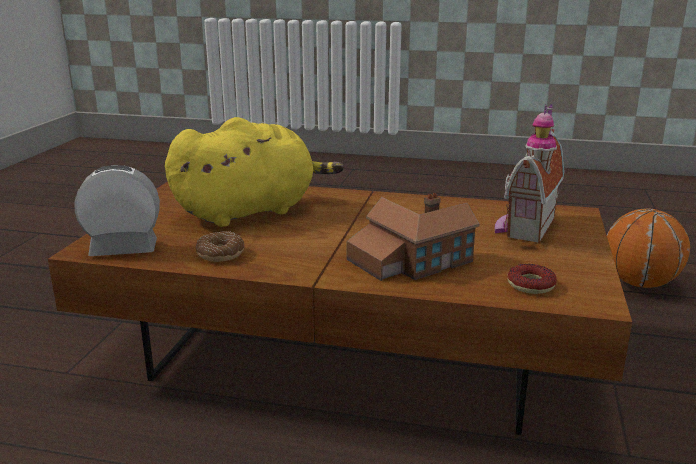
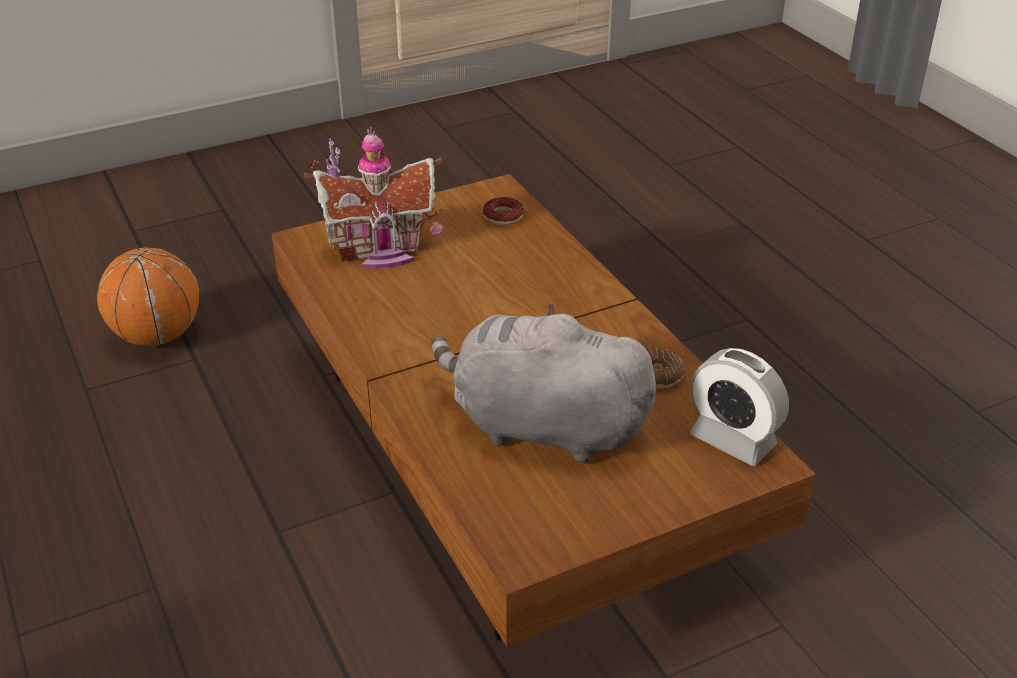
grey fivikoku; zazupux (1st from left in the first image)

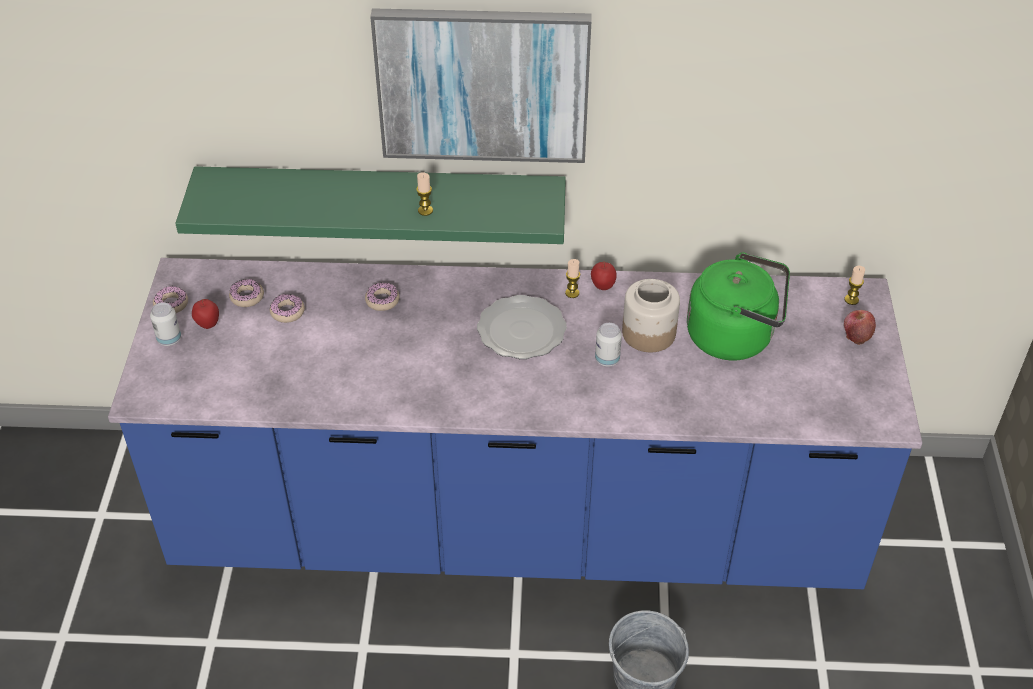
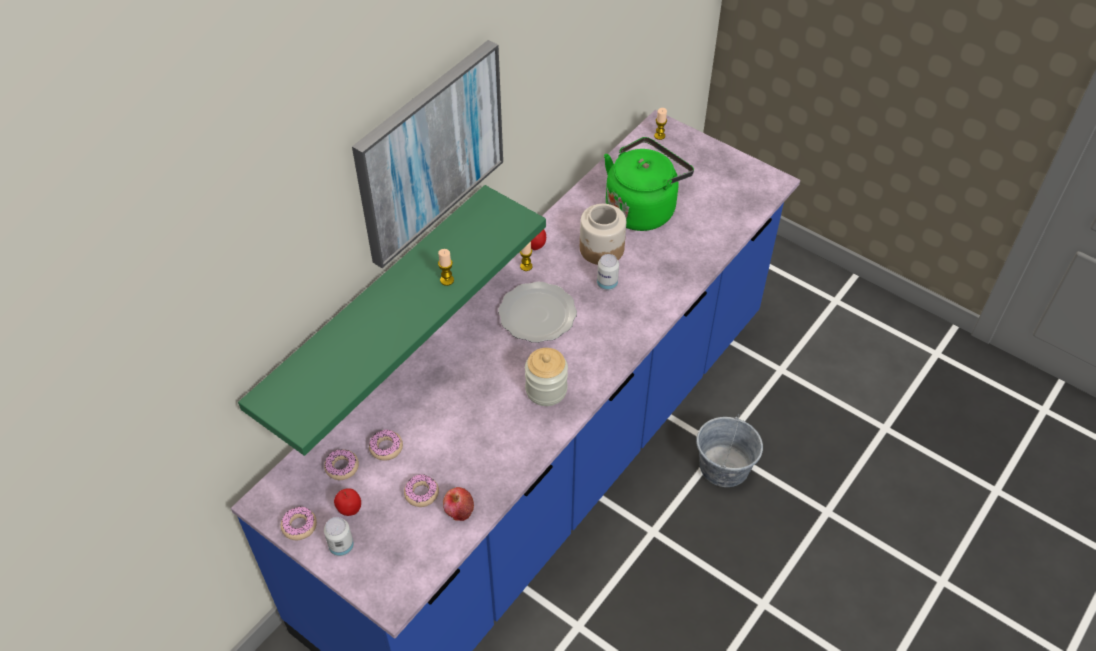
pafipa (4th from left); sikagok (2nd from left); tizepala (1st from left)

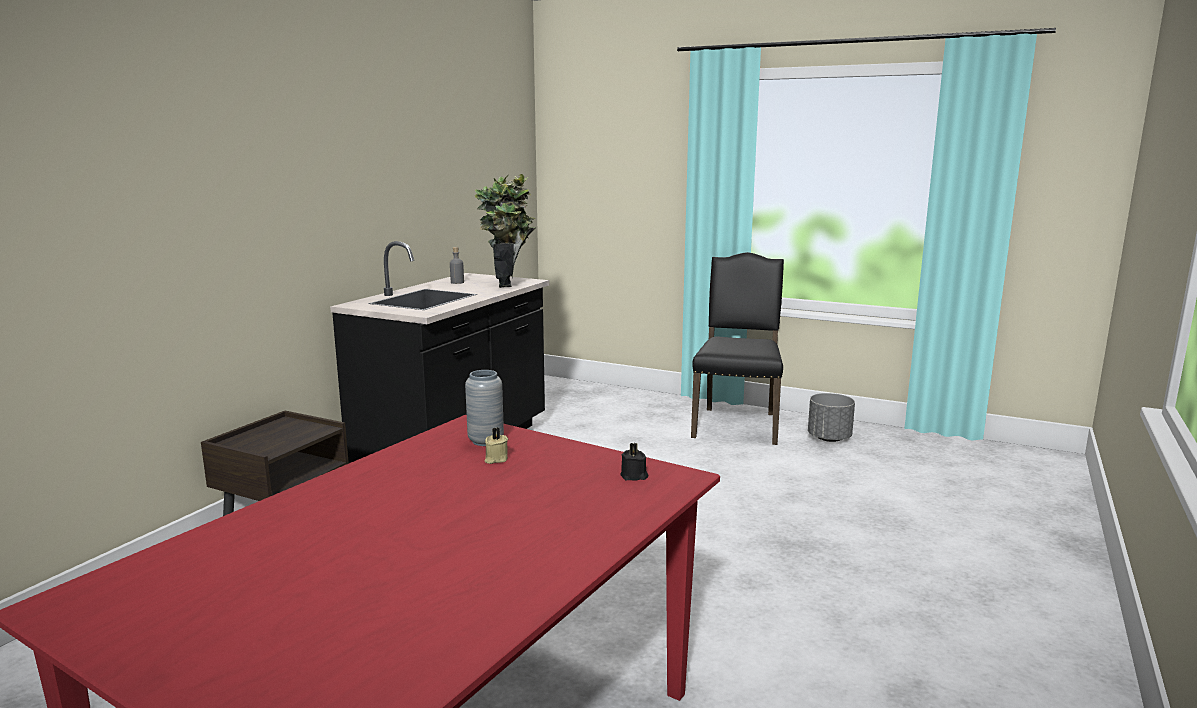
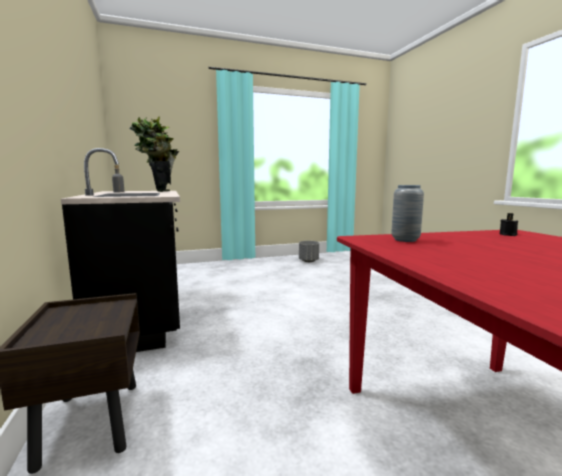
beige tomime; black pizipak

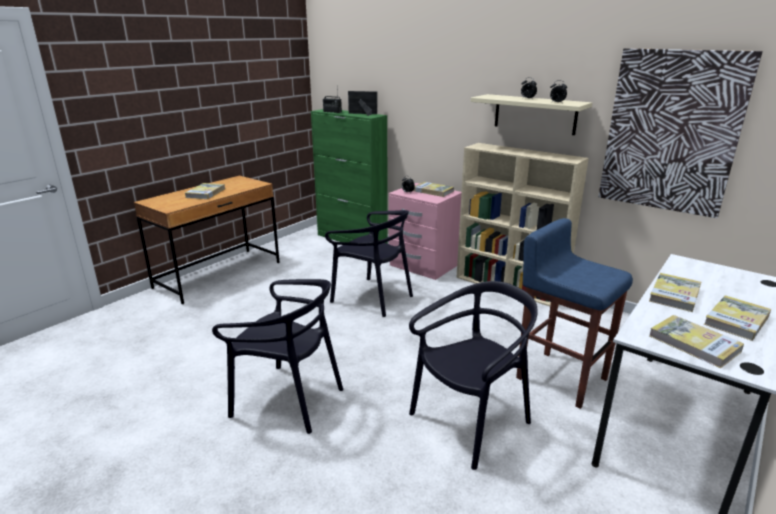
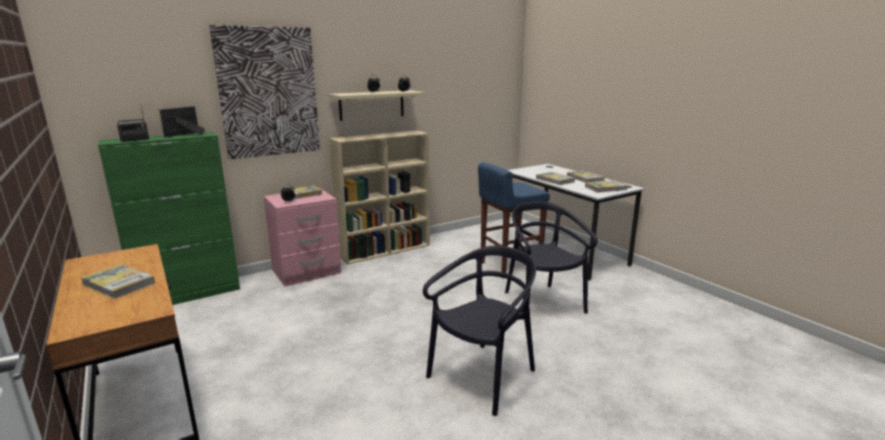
black pizipak (2nd from left in the first image); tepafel

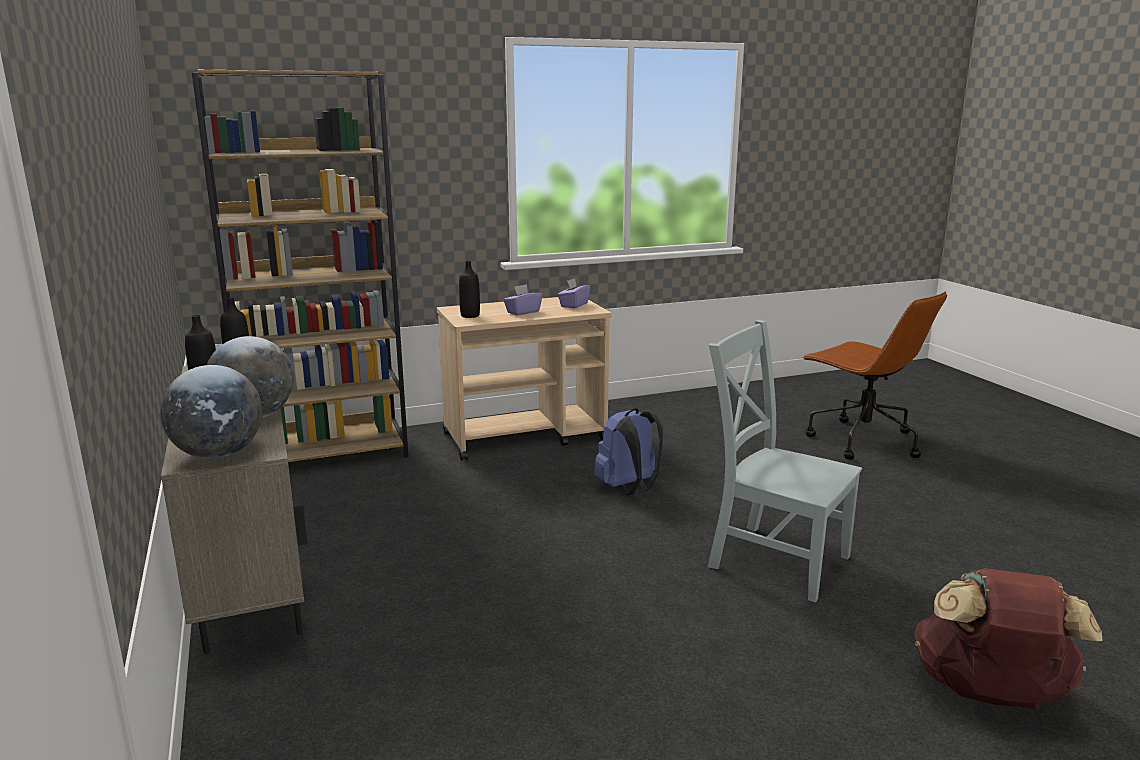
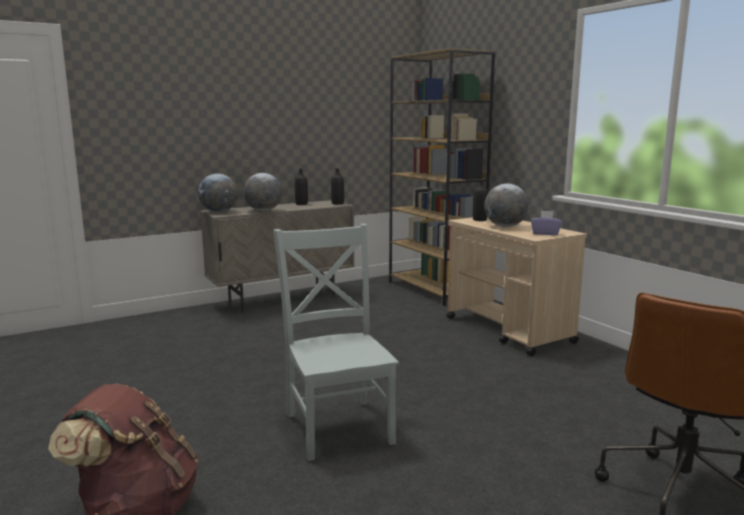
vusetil (3rd from left); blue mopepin; grey pizipak

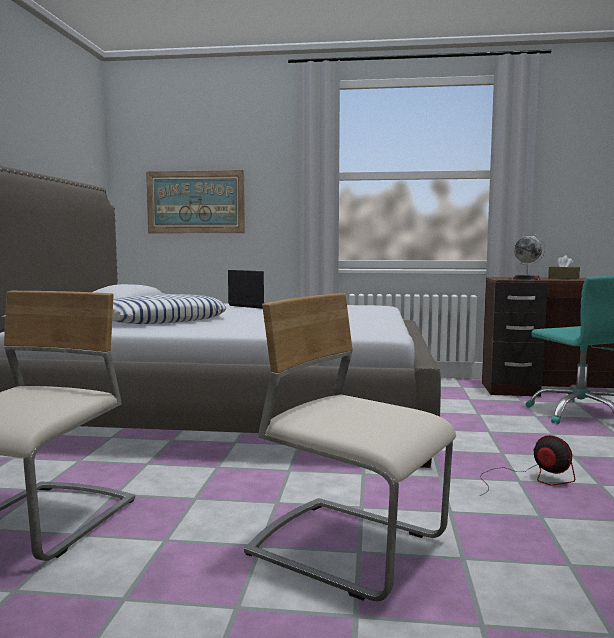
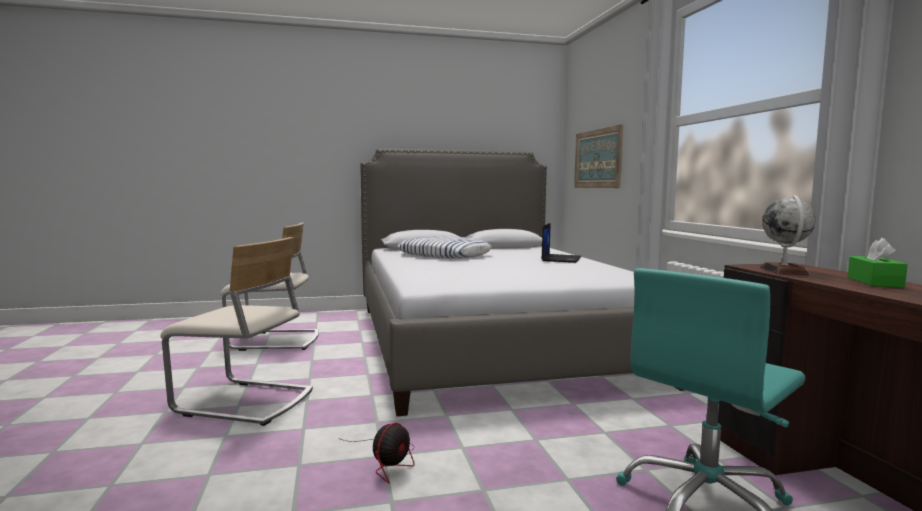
beige pizipak (1st from left); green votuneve

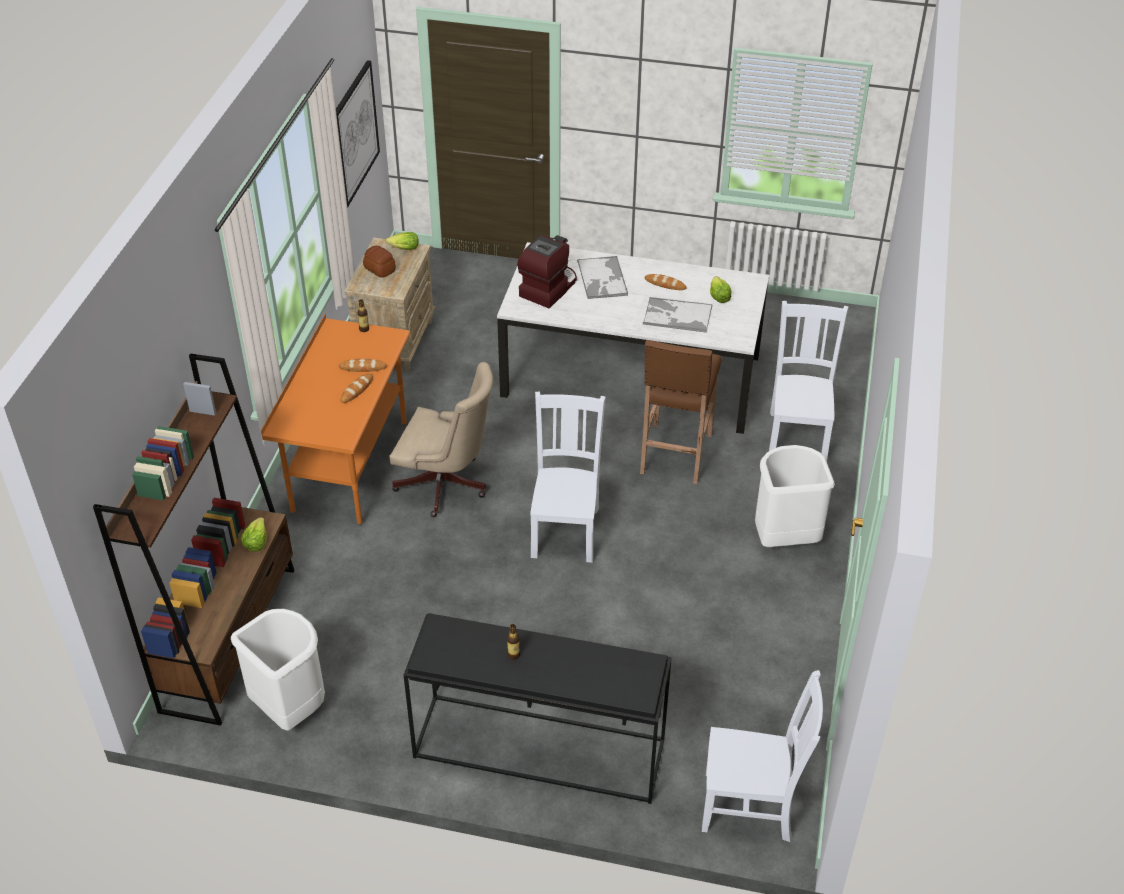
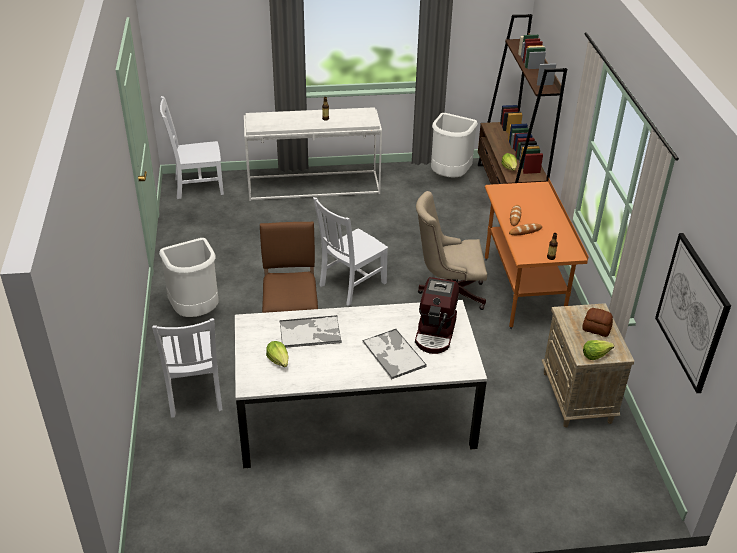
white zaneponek; white pizipak (3rd from left); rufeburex (4th from left in the first image)

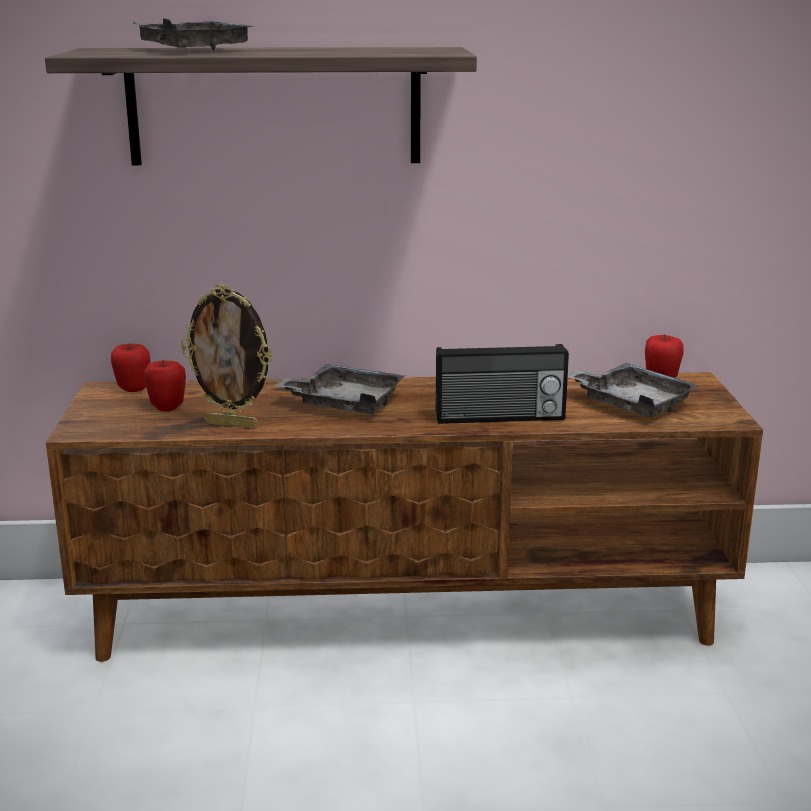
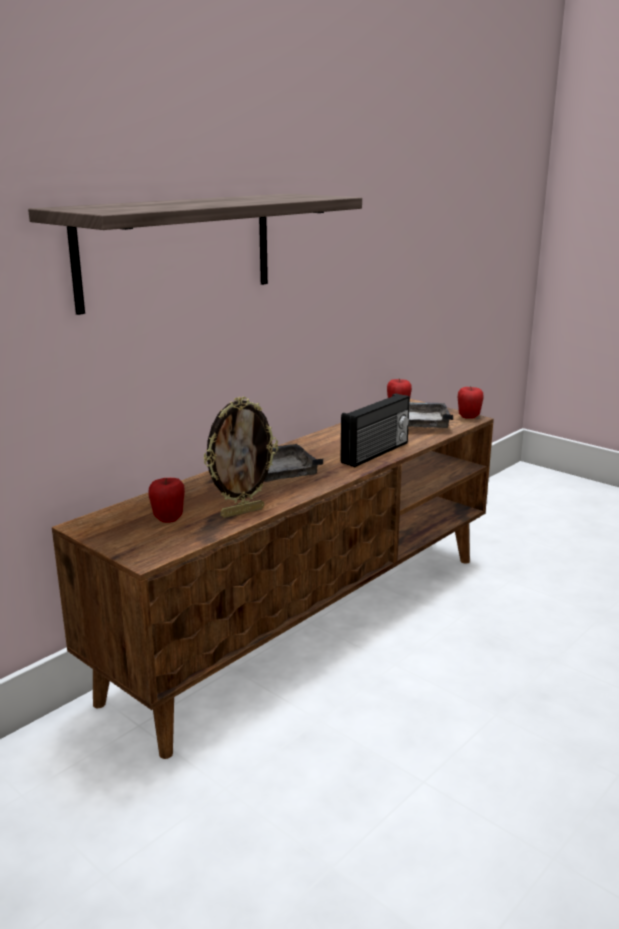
sikagok (3rd from left); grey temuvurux (1st from left in the first image)

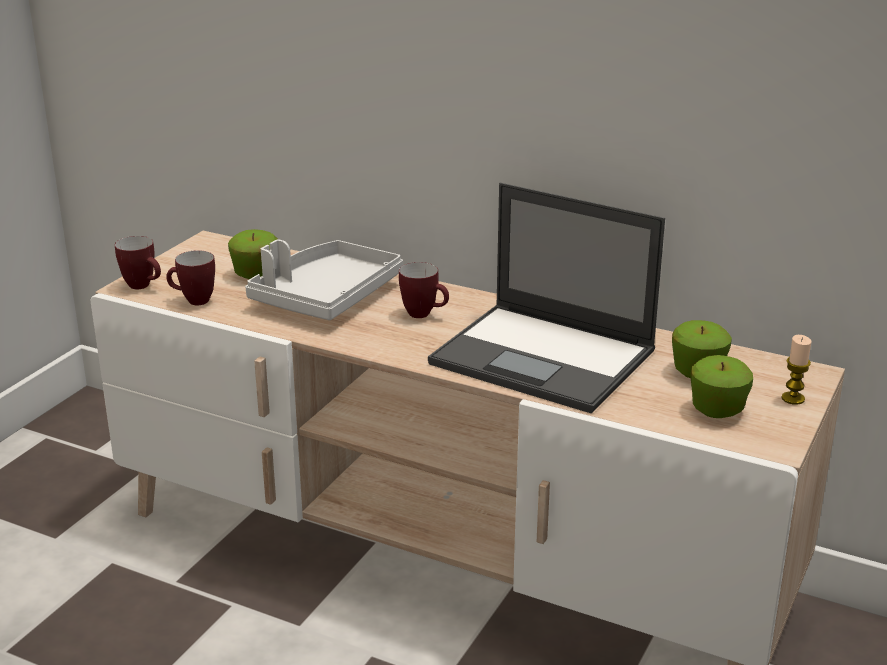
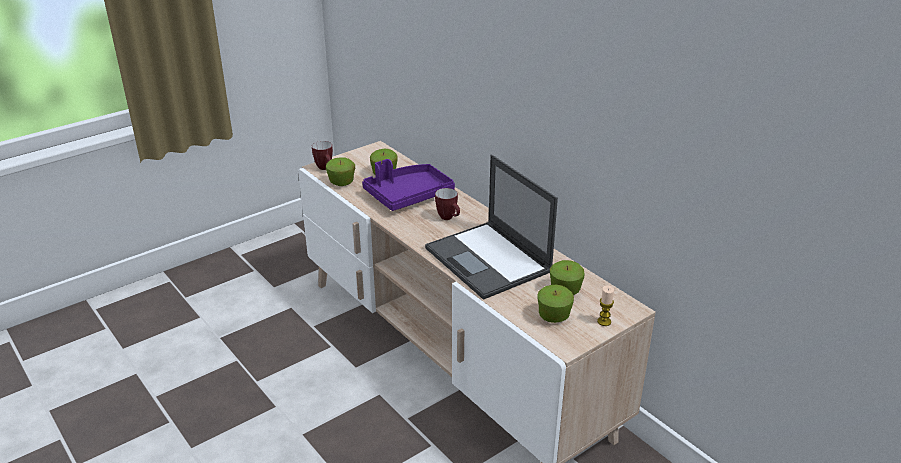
sikagok (1st from left); purple temuvurux

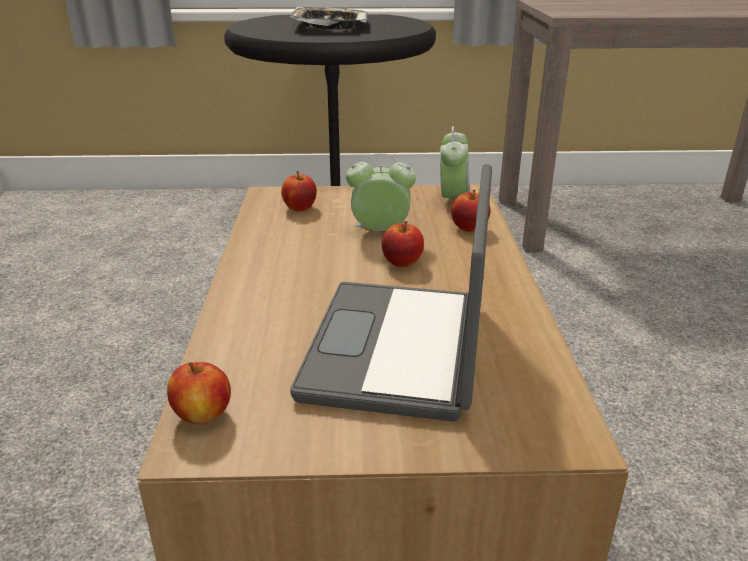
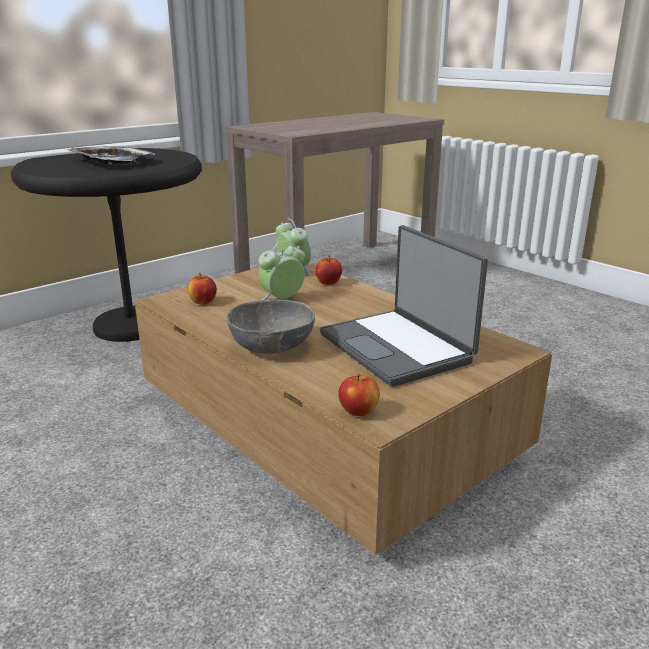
sikagok (3rd from left in the first image); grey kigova

